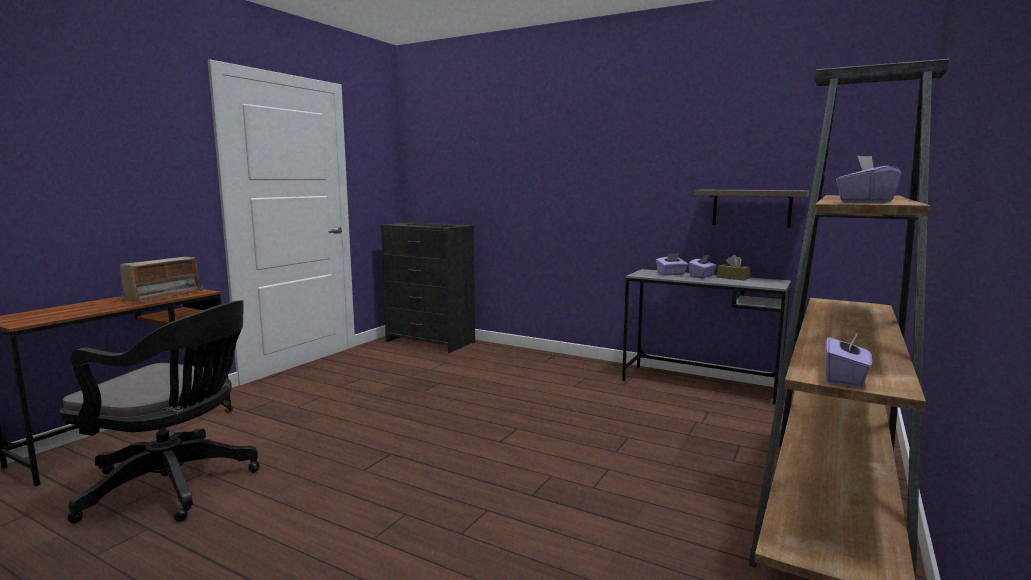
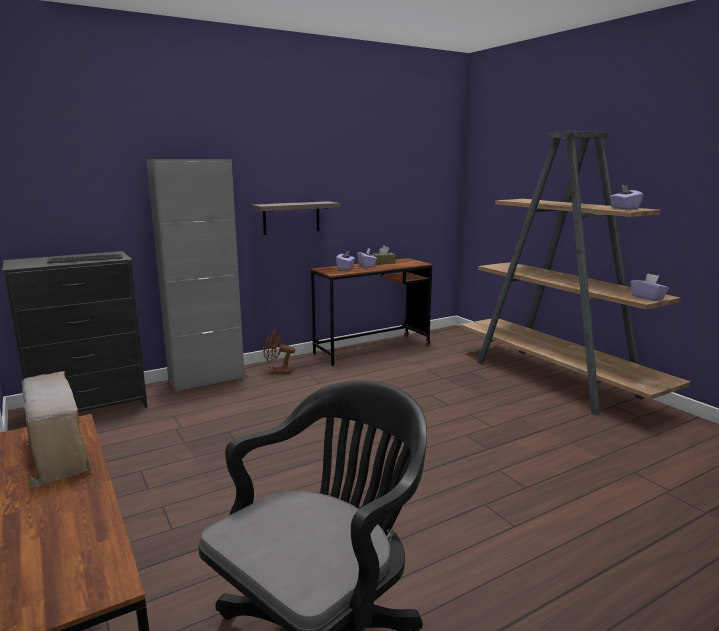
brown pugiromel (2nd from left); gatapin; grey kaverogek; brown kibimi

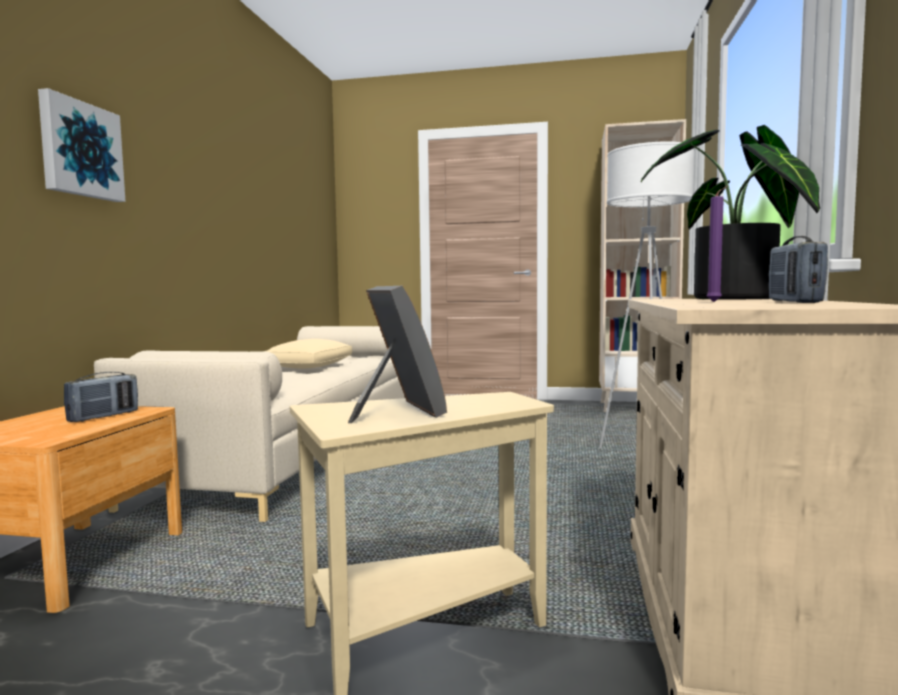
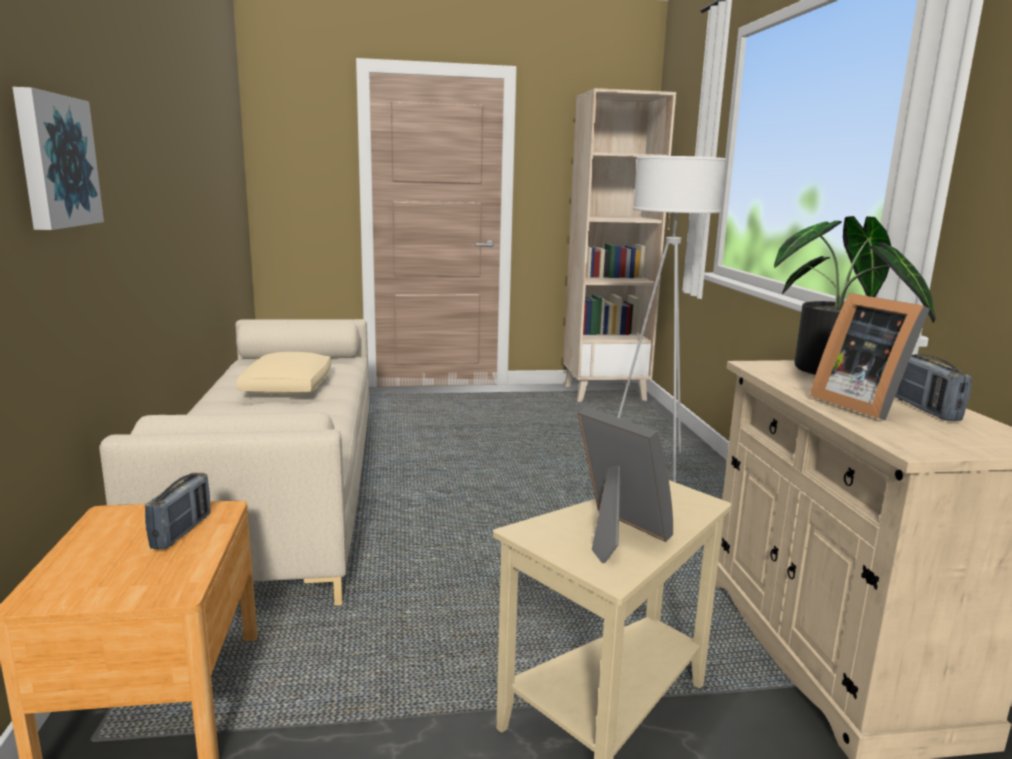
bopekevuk (2nd from left)

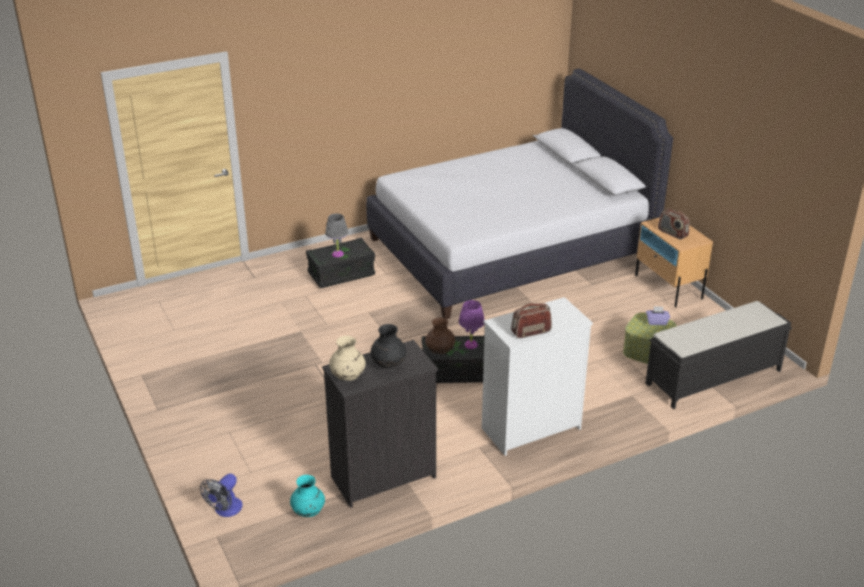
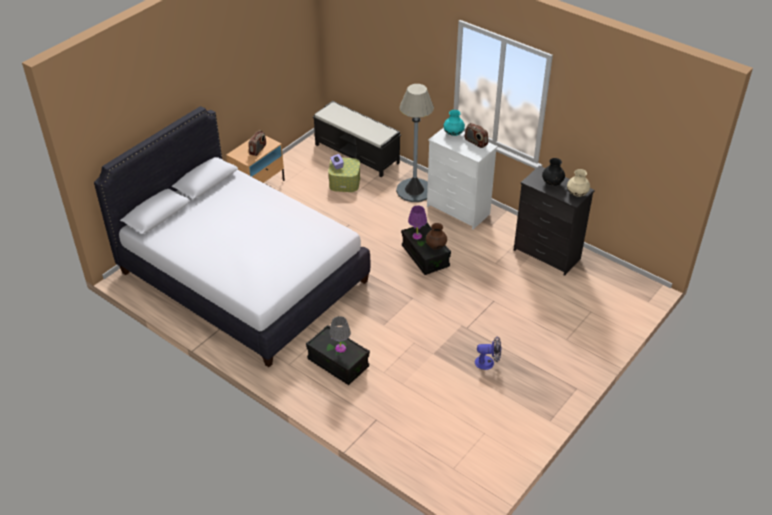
kibimi; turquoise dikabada; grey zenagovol

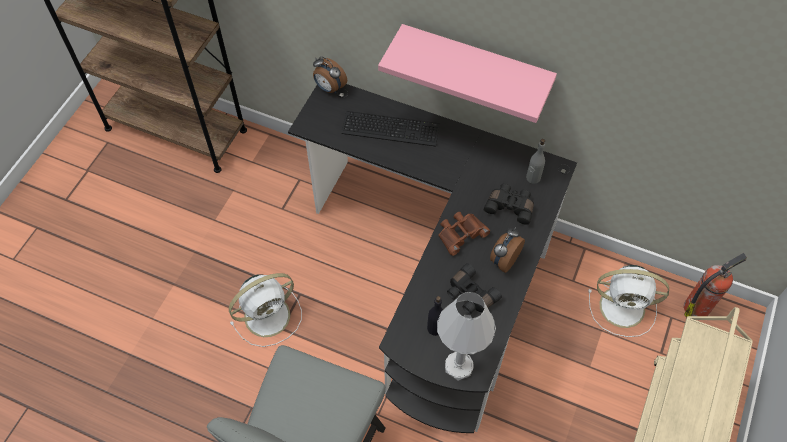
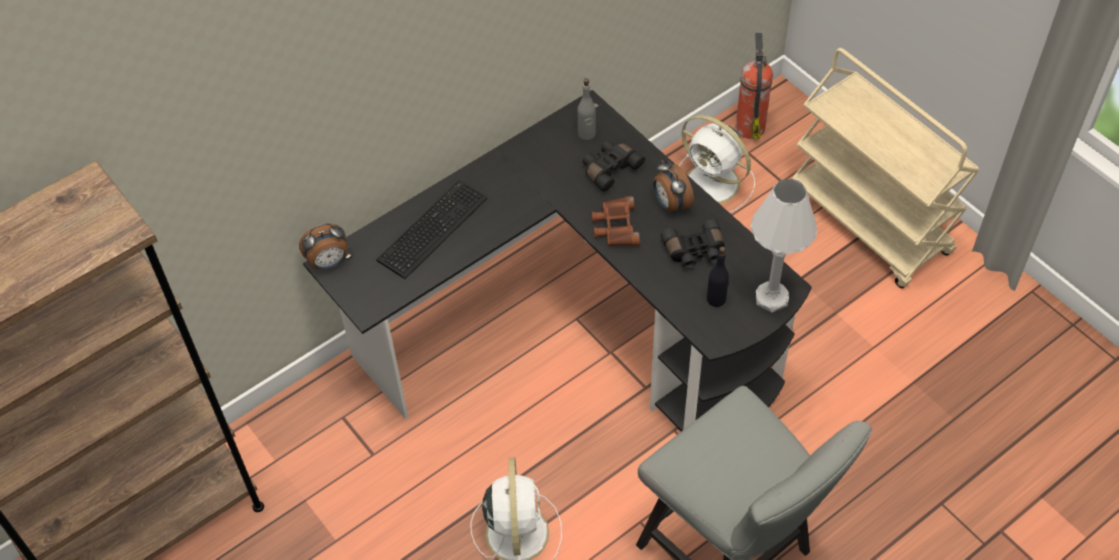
pink gatapin; white kibimi (2nd from left)

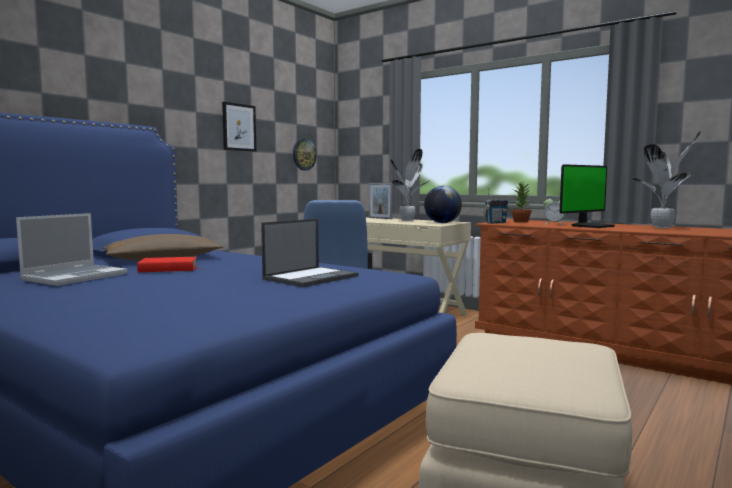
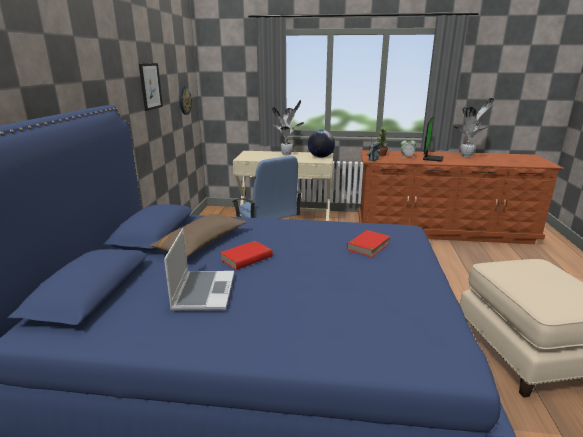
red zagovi (2nd from left); bopekevuk

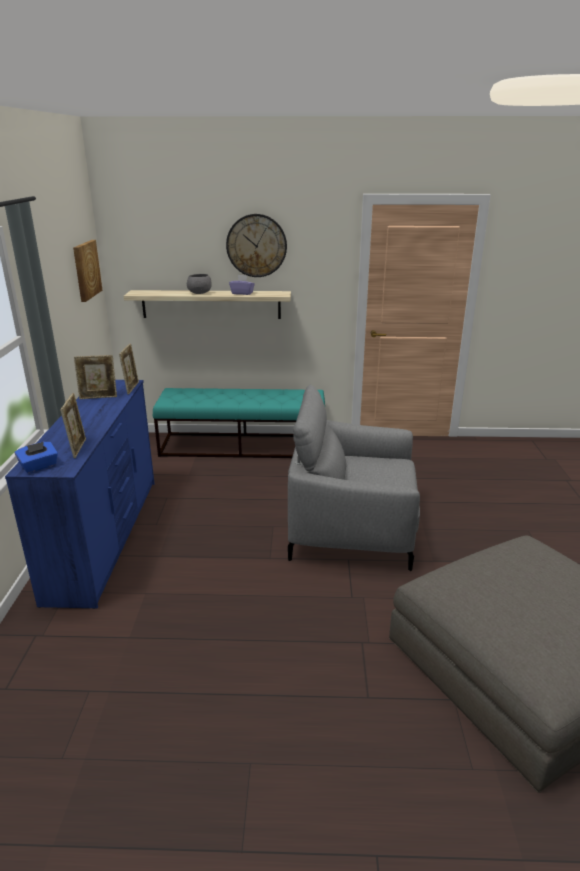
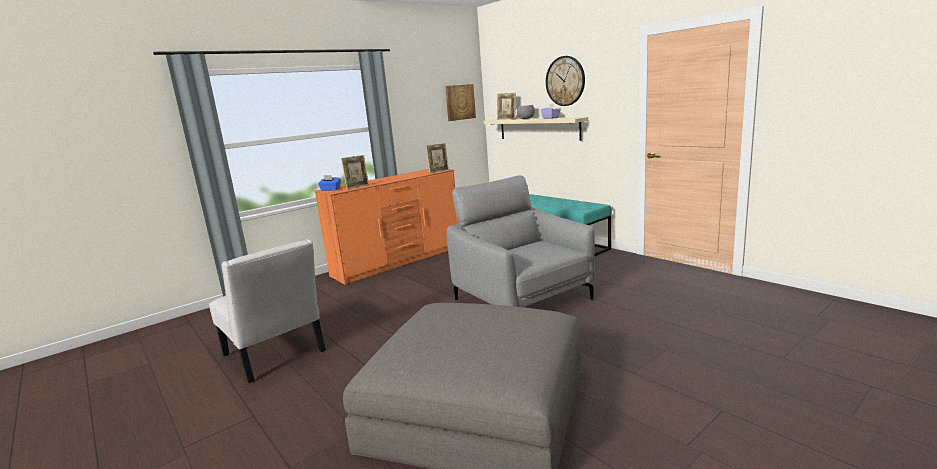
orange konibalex; bopekevuk (3rd from left); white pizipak

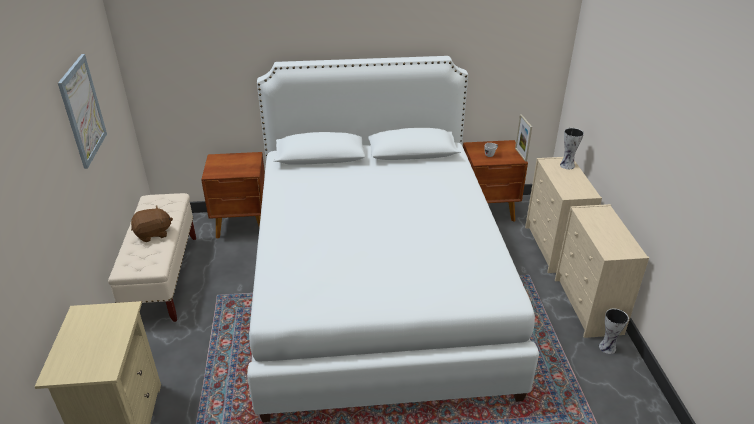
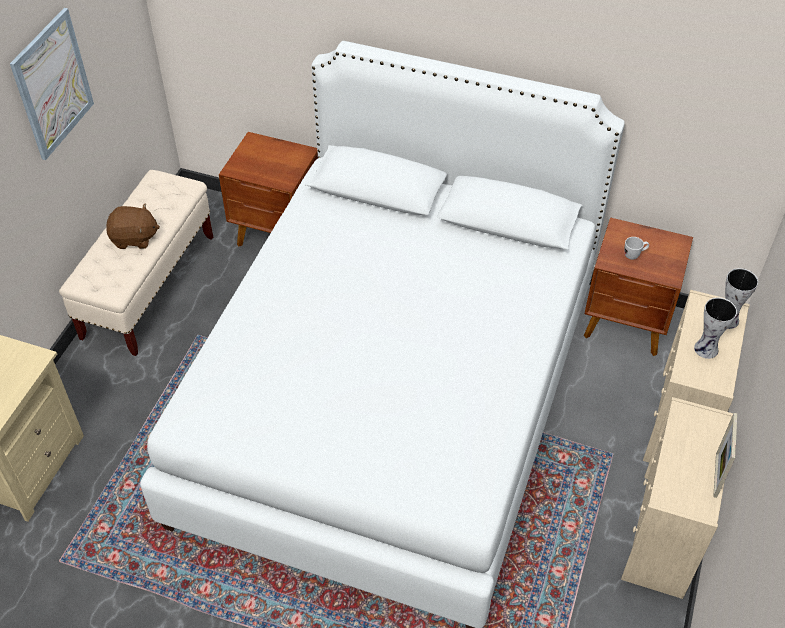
bopekevuk; dikabada (1st from left)

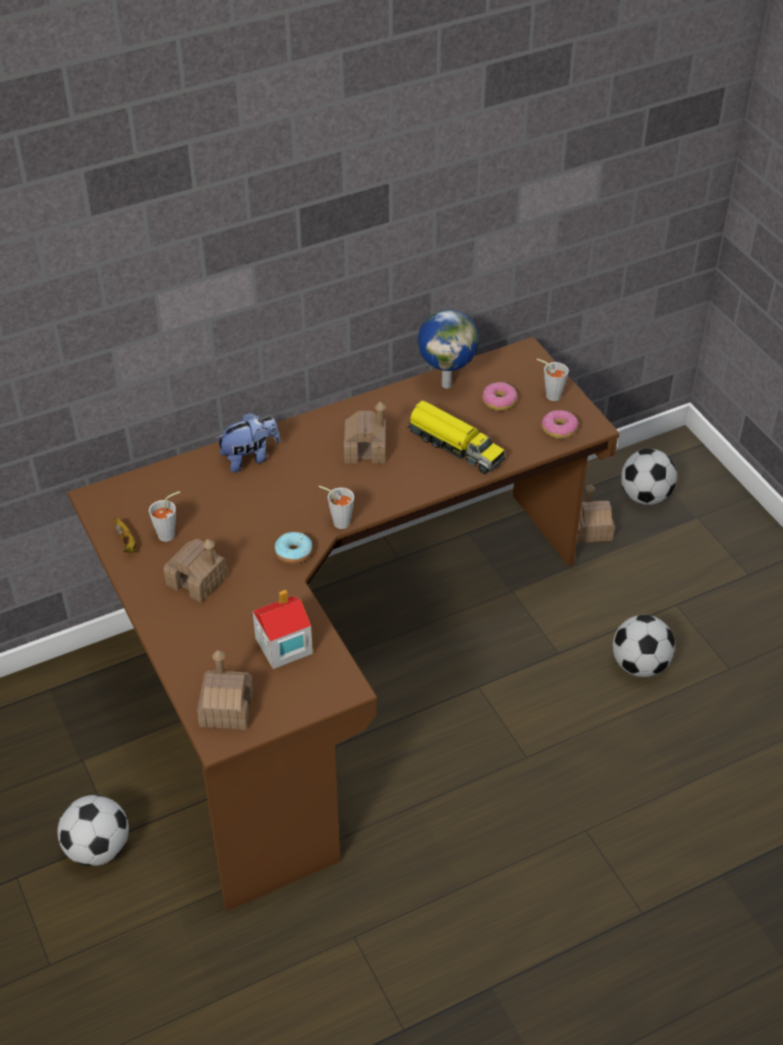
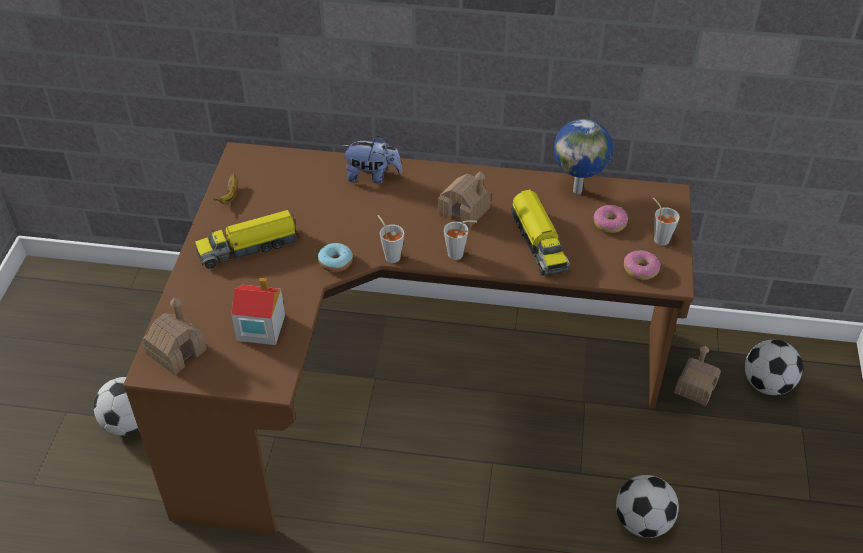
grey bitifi (2nd from left); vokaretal (1st from left)

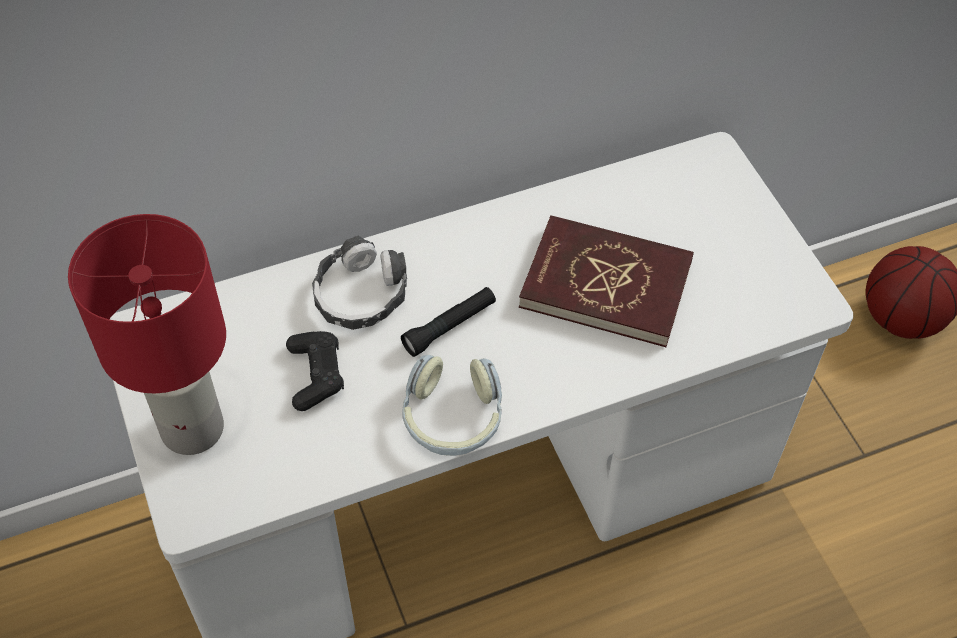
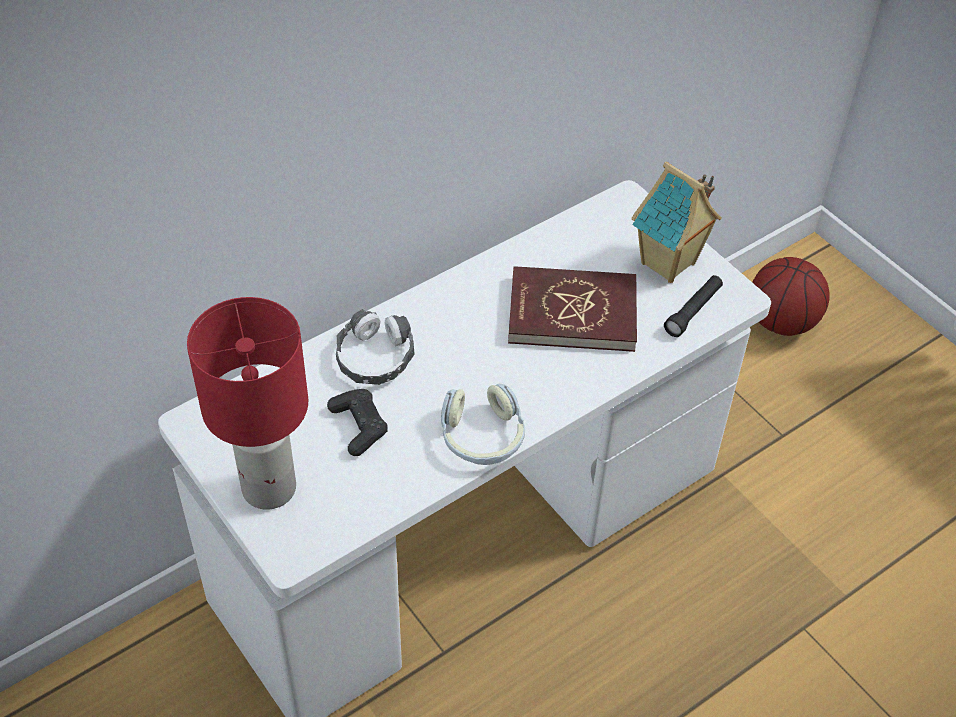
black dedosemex; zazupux

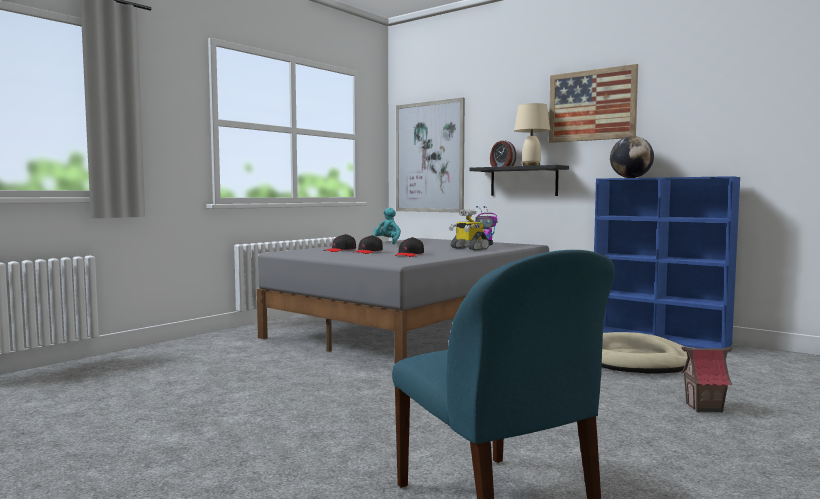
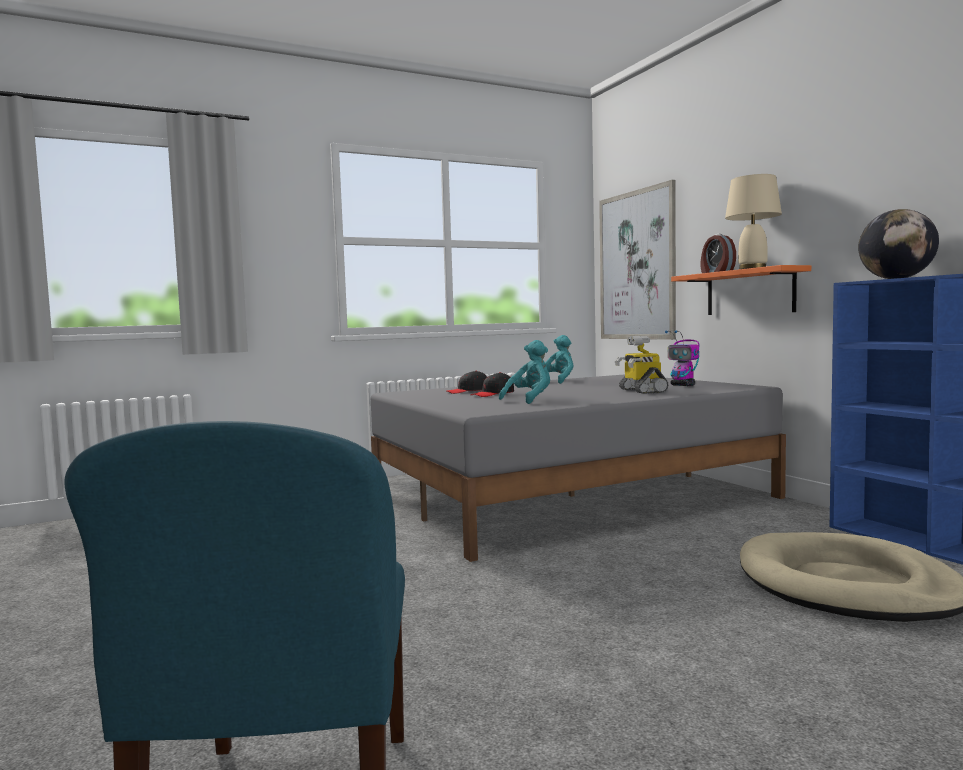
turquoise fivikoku (1st from left); orange gatapin; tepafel (2nd from left in the first image); zazupux

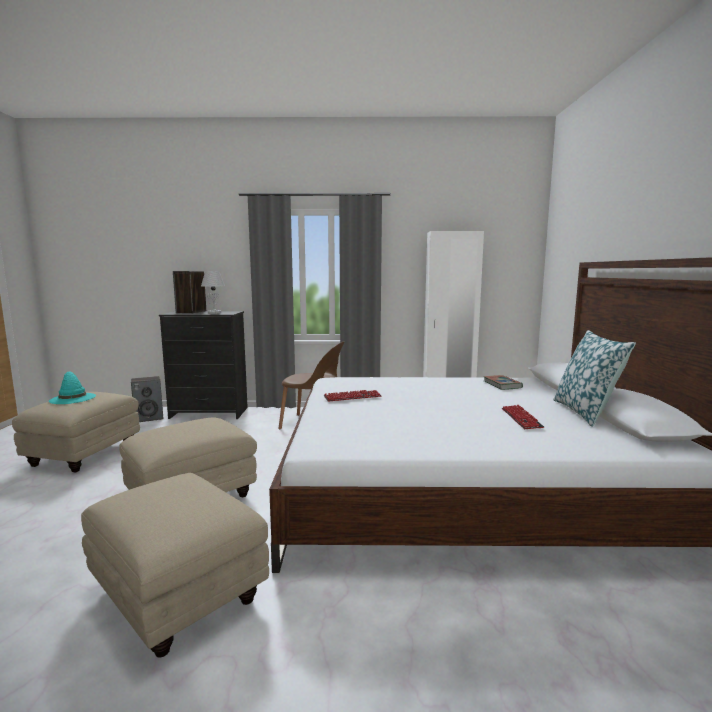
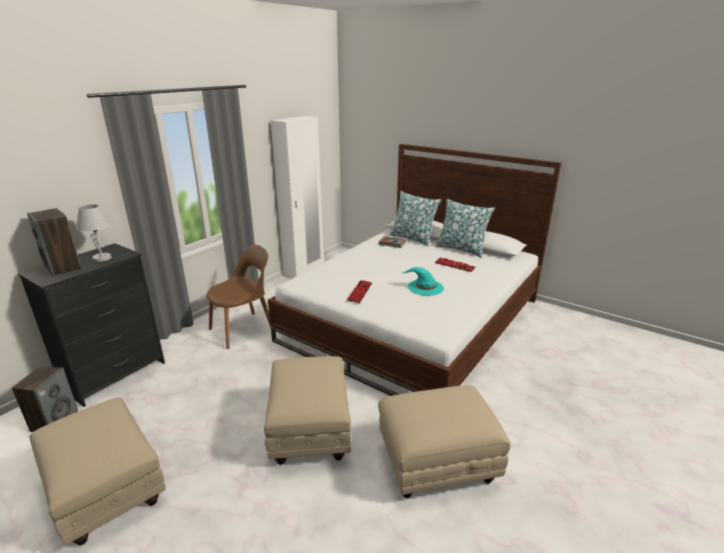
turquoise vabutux; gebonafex (1st from left)

